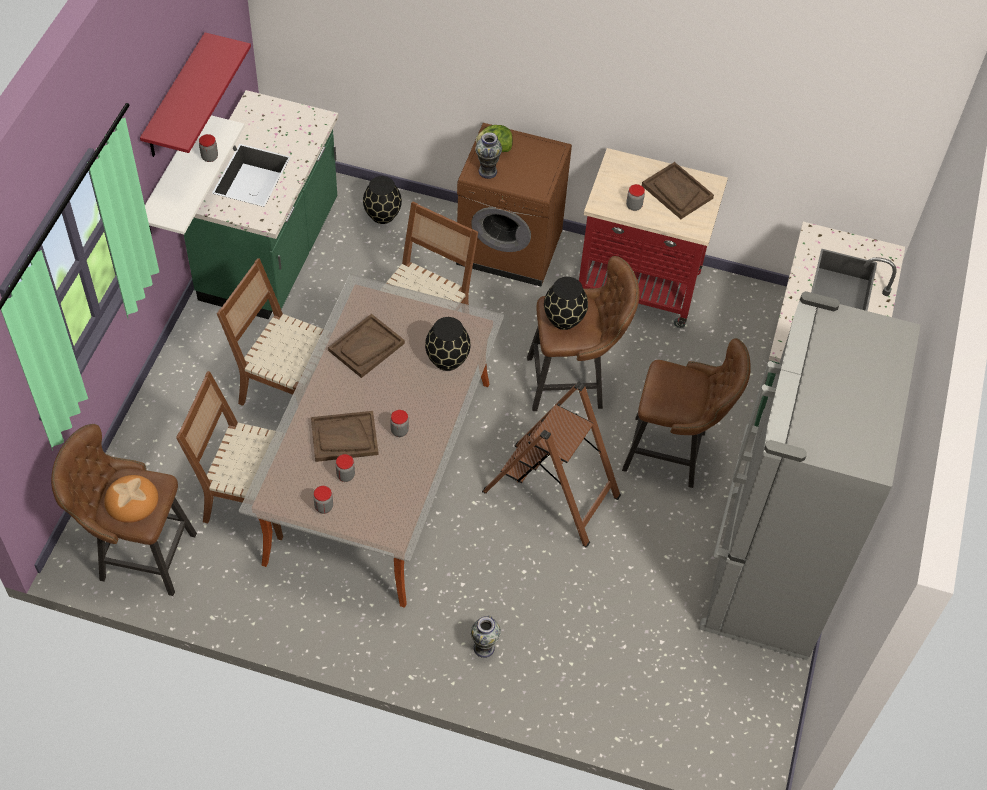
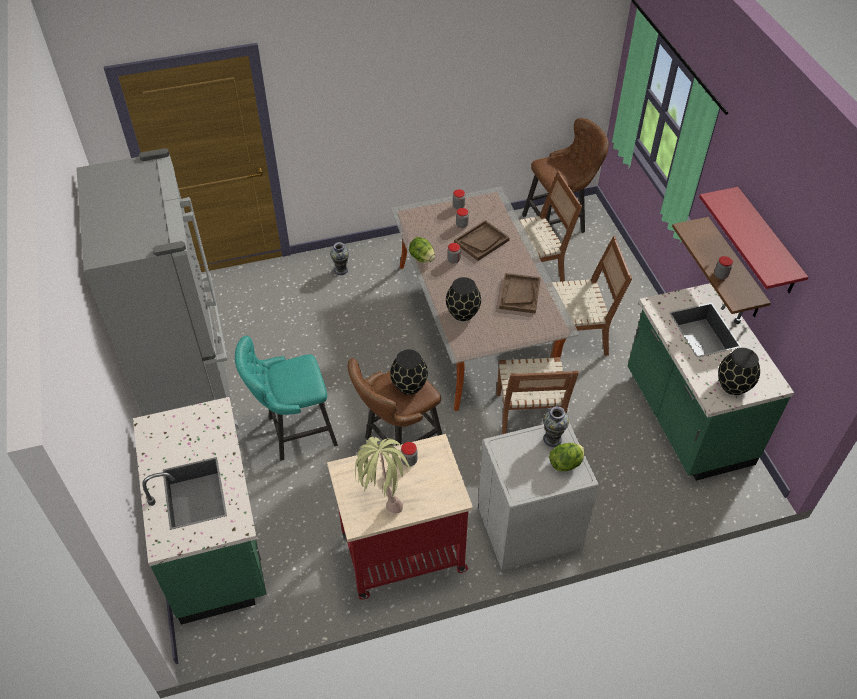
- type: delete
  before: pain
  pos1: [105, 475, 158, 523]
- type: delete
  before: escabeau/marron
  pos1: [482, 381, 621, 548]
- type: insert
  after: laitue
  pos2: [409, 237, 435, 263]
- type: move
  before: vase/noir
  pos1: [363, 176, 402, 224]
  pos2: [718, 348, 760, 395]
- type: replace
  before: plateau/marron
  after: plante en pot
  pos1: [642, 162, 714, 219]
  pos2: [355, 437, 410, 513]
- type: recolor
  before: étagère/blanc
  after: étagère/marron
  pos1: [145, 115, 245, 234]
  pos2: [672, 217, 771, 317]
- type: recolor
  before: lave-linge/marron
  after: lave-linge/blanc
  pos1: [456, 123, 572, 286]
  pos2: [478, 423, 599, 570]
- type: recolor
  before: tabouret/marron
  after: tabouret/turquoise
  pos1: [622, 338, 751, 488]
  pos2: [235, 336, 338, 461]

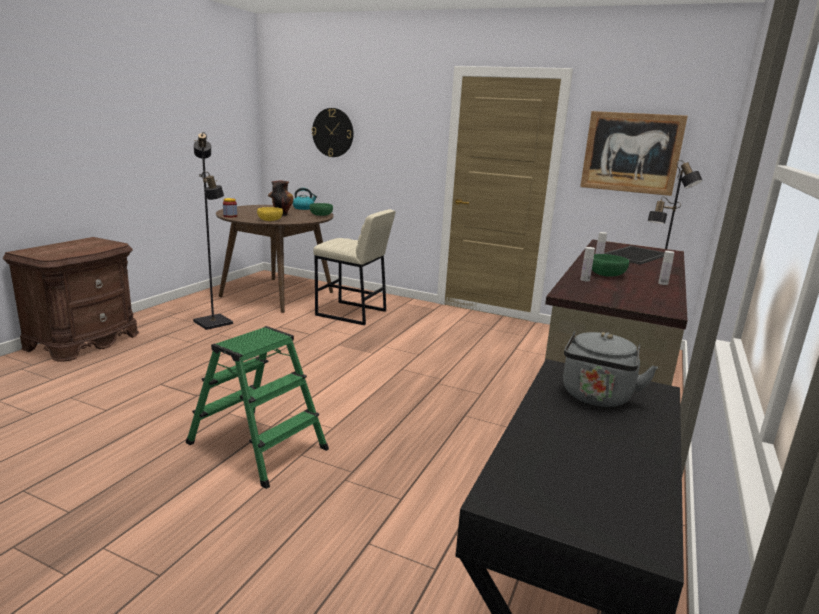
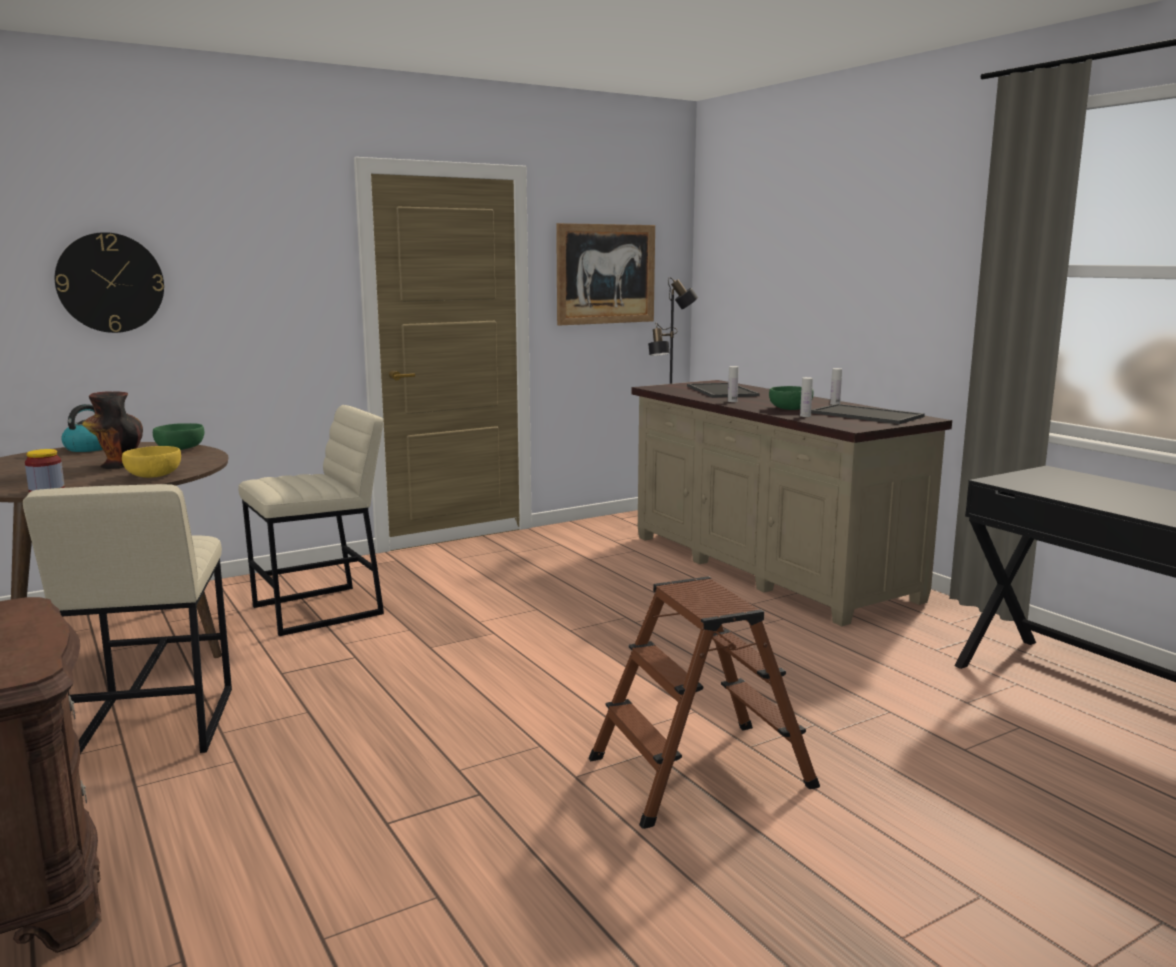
- type: delete
  before: bouilloire/gris
  pos1: [563, 331, 658, 407]
- type: insert
  after: plateau
  pos2: [811, 404, 925, 424]
- type: replace
  before: lampadaire/noir
  after: chaise/beige
  pos1: [193, 132, 233, 330]
  pos2: [23, 484, 232, 754]
- type: recolor
  before: escabeau/vert
  after: escabeau/marron
  pos1: [186, 326, 329, 489]
  pos2: [589, 576, 820, 829]

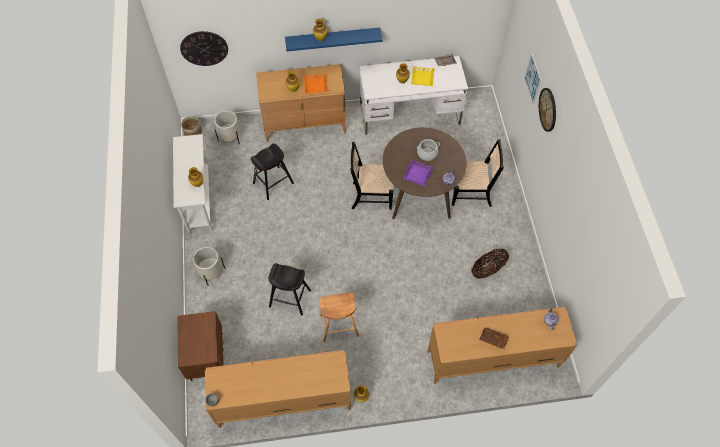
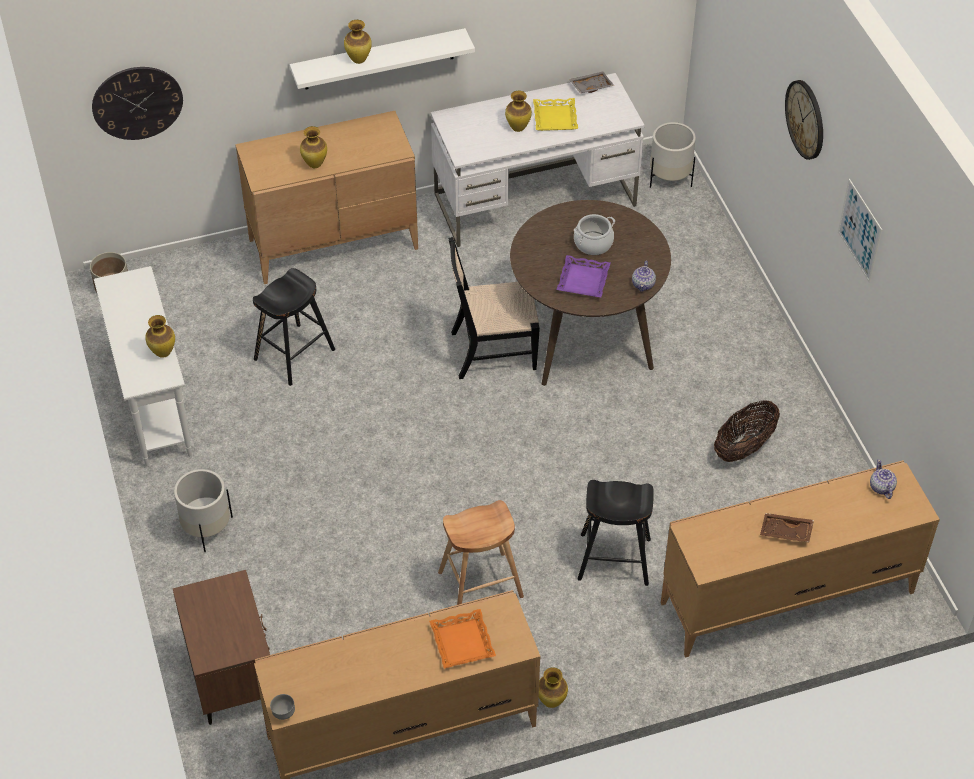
- type: delete
  before: chaise
  pos1: [452, 139, 504, 207]
- type: move
  before: cache-pot/blanc
  pos1: [214, 111, 240, 145]
  pos2: [650, 122, 696, 188]
- type: move
  before: tabouret/noir
  pos1: [269, 263, 311, 316]
  pos2: [578, 480, 654, 586]
- type: move
  before: plateau/orange
  pos1: [304, 74, 328, 94]
  pos2: [429, 609, 496, 669]
- type: move
  before: tableau
  pos1: [524, 52, 542, 106]
  pos2: [838, 179, 882, 283]
- type: recolor
  before: étagère/bleu
  after: étagère/blanc
  pos1: [285, 27, 382, 51]
  pos2: [290, 28, 475, 89]

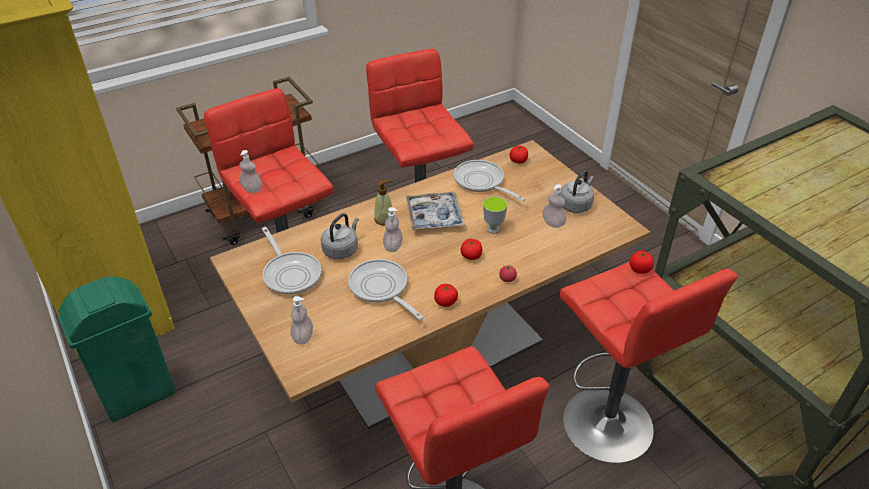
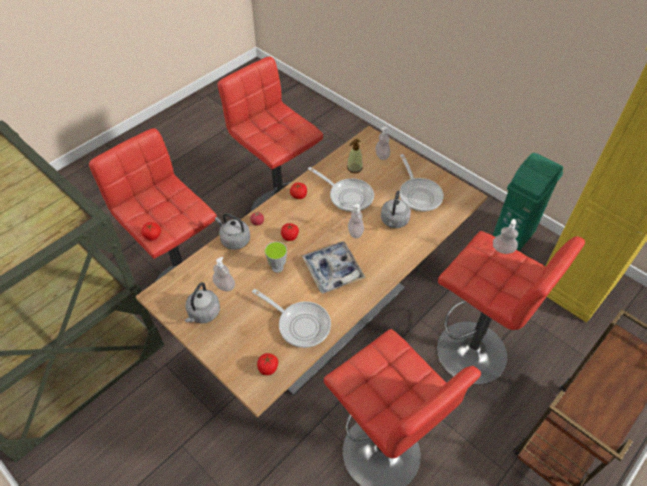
- type: insert
  after: bouilloire/gris
  pos2: [215, 213, 250, 250]
- type: move
  before: distributeur de savon
  pos1: [374, 180, 393, 225]
  pos2: [347, 139, 363, 173]
- type: rotate
  before: poêle
  pos1: [262, 227, 322, 295]
  pos2: [400, 154, 444, 212]
  turn: -150

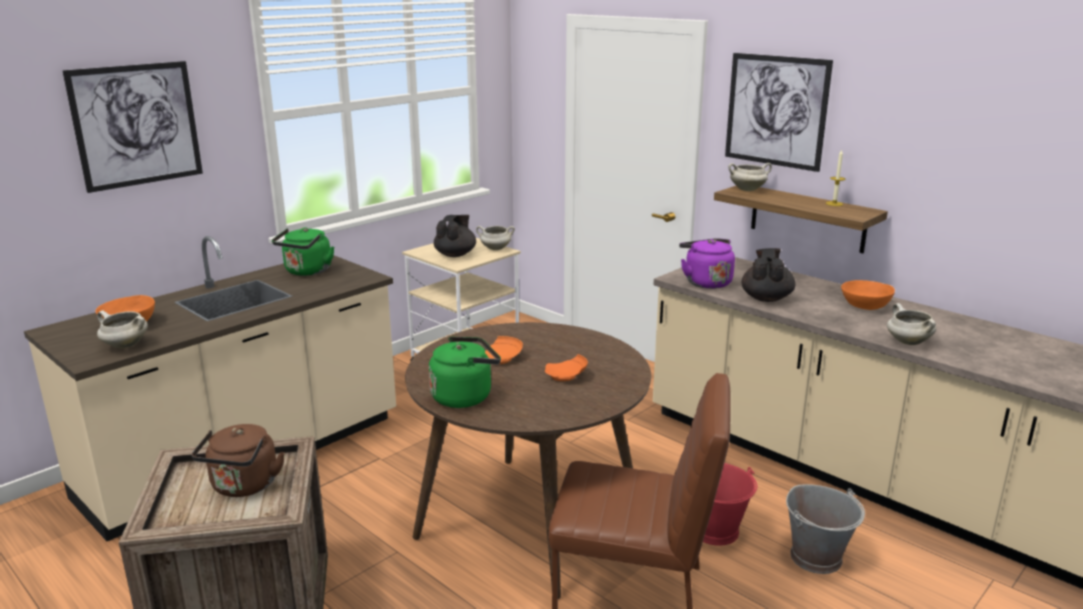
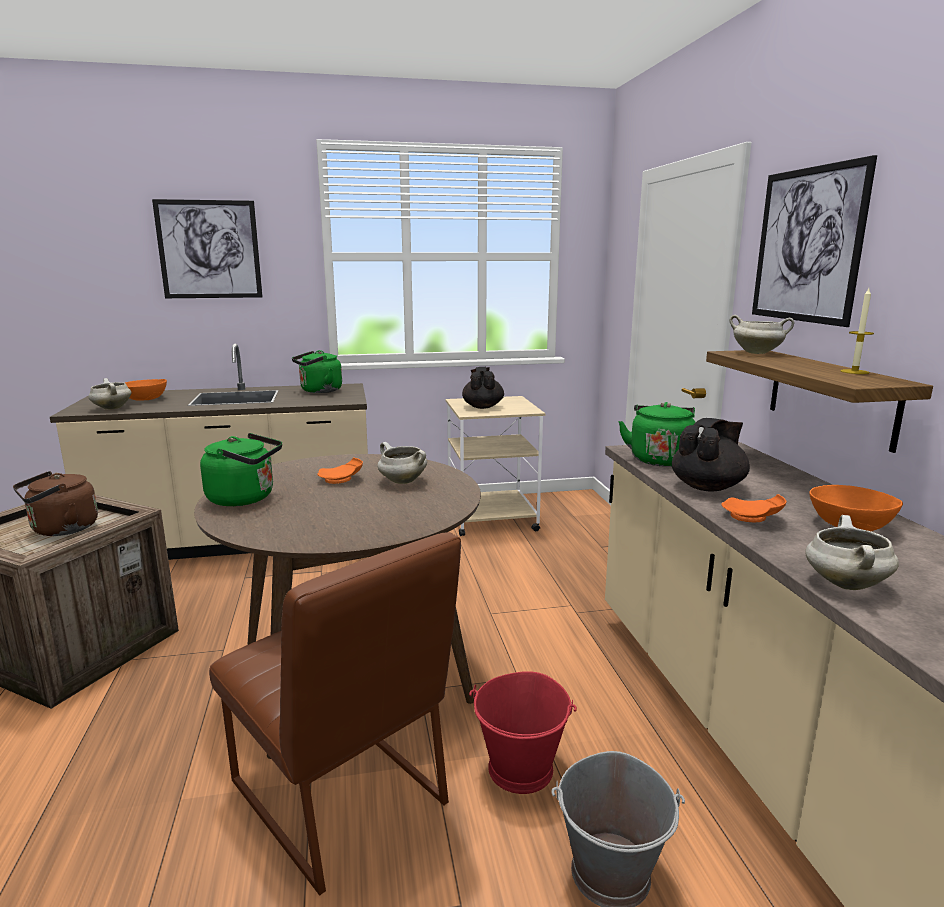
- type: move
  before: marmite/blanc
  pos1: [476, 226, 515, 250]
  pos2: [377, 442, 427, 484]
- type: move
  before: assiette/orange
  pos1: [545, 354, 588, 381]
  pos2: [721, 494, 786, 523]
- type: recolor
  before: bouilloire/violet
  after: bouilloire/vert
  pos1: [679, 238, 735, 289]
  pos2: [618, 402, 695, 467]
- type: rotate
  before: théière/noir
  pos1: [434, 215, 476, 257]
  pos2: [462, 367, 504, 409]
  turn: -60

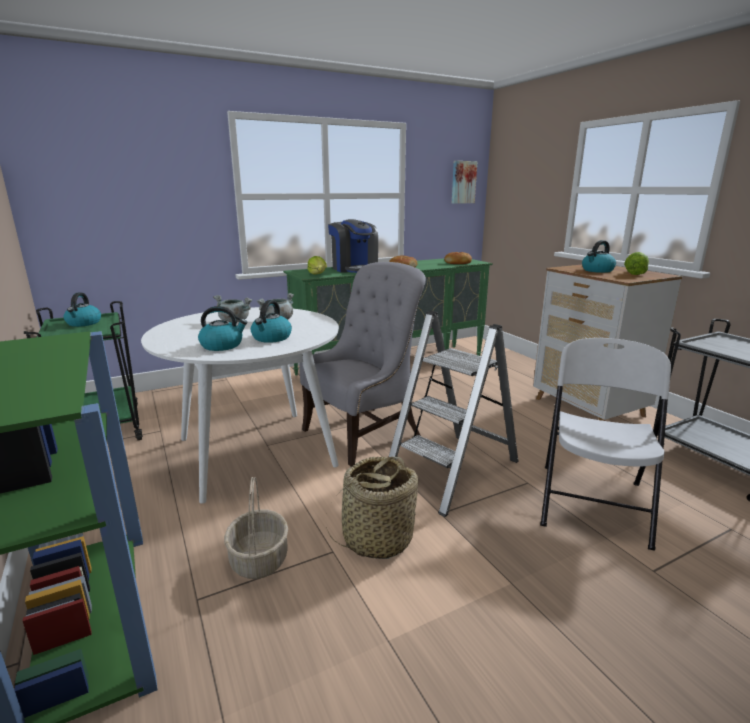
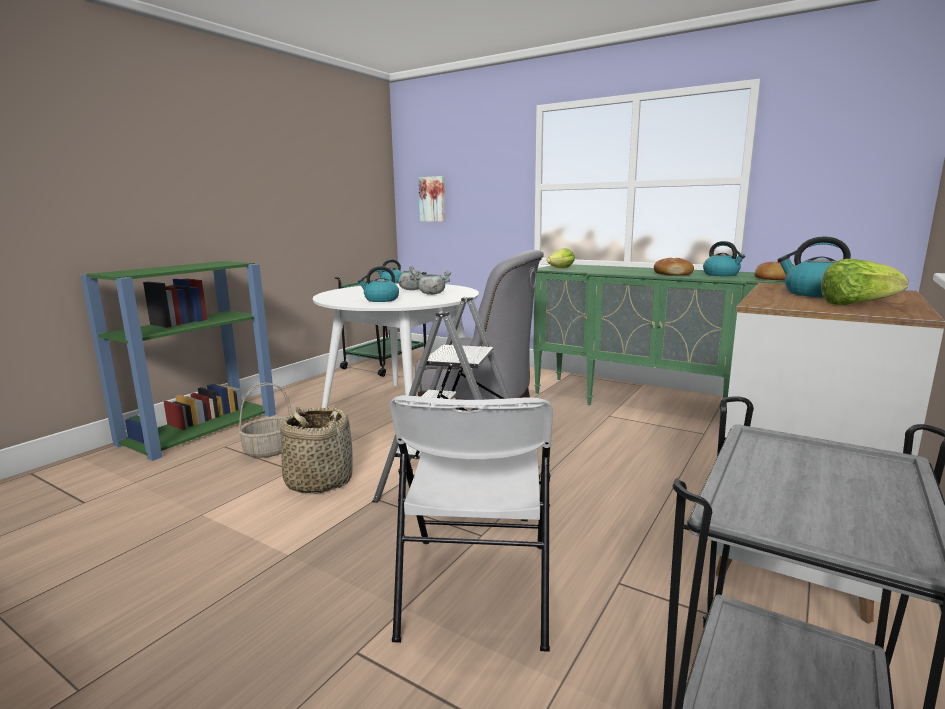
- type: delete
  before: machine à café
  pos1: [328, 219, 378, 273]
- type: move
  before: bouilloire
  pos1: [198, 306, 247, 351]
  pos2: [703, 241, 745, 276]
- type: move
  before: tableau
  pos1: [452, 161, 478, 204]
  pos2: [418, 176, 445, 222]
- type: rotate
  before: chaise/blanc
  pos1: [540, 338, 671, 551]
  pos2: [390, 395, 553, 652]
  turn: 105

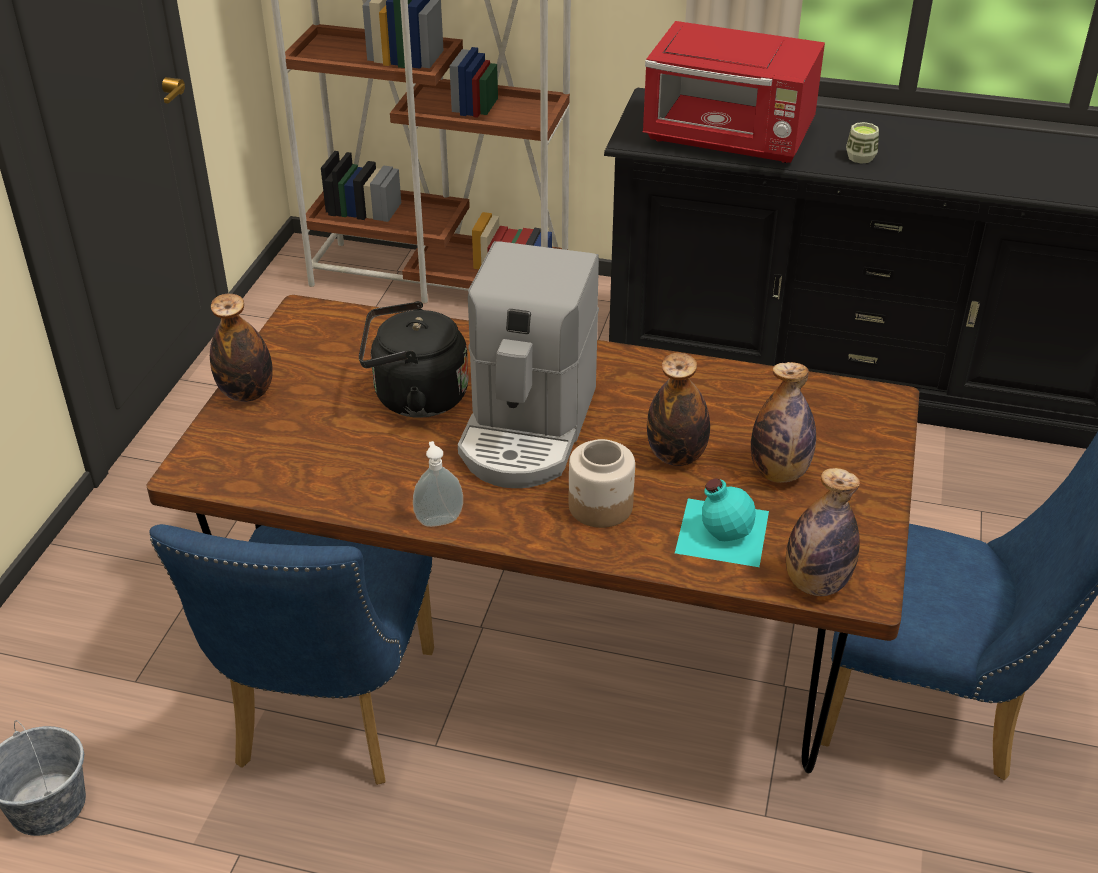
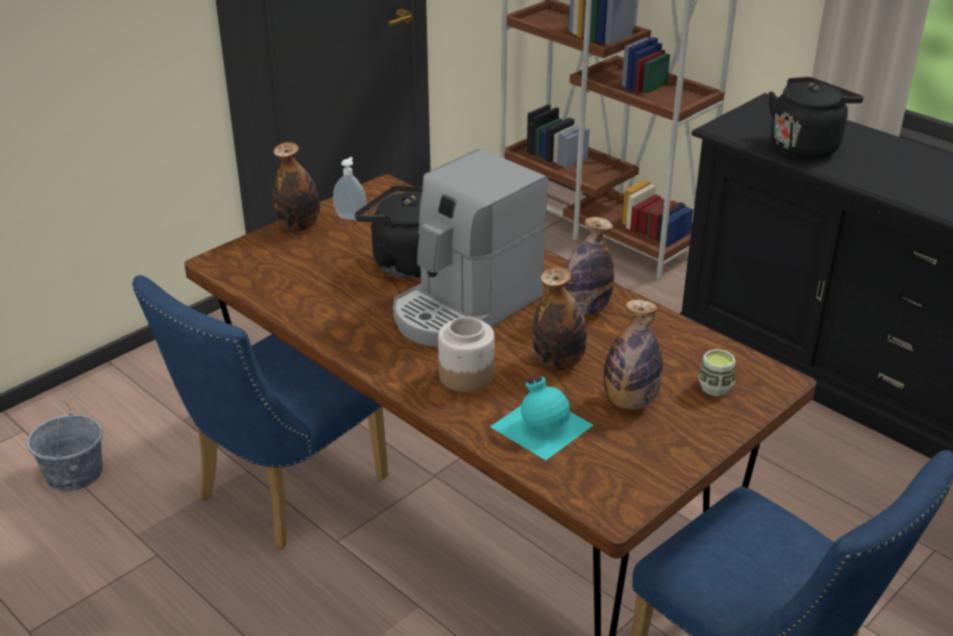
- type: move
  before: distributeur de savon
  pos1: [413, 441, 463, 527]
  pos2: [333, 157, 367, 220]
- type: move
  before: bouteille
  pos1: [786, 468, 860, 596]
  pos2: [564, 217, 614, 316]
- type: move
  before: tasse
  pos1: [846, 122, 879, 164]
  pos2: [698, 349, 736, 396]
- type: replace
  before: micro-ondes/rouge
  after: bouilloire/noir
  pos1: [643, 21, 825, 163]
  pos2: [769, 77, 864, 159]

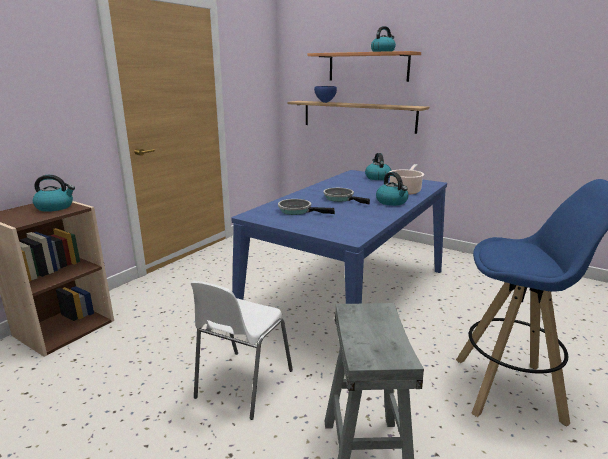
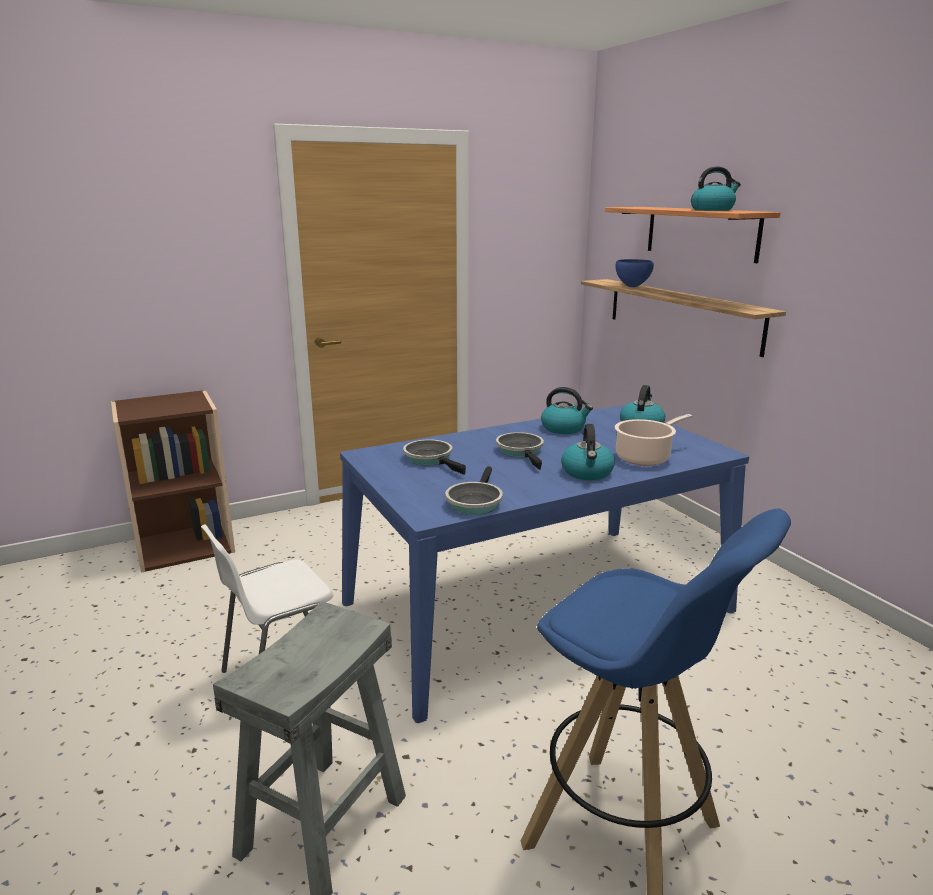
- type: insert
  after: poêle
  pos2: [445, 466, 503, 515]
- type: move
  before: bouilloire
  pos1: [33, 175, 75, 212]
  pos2: [541, 387, 593, 434]

